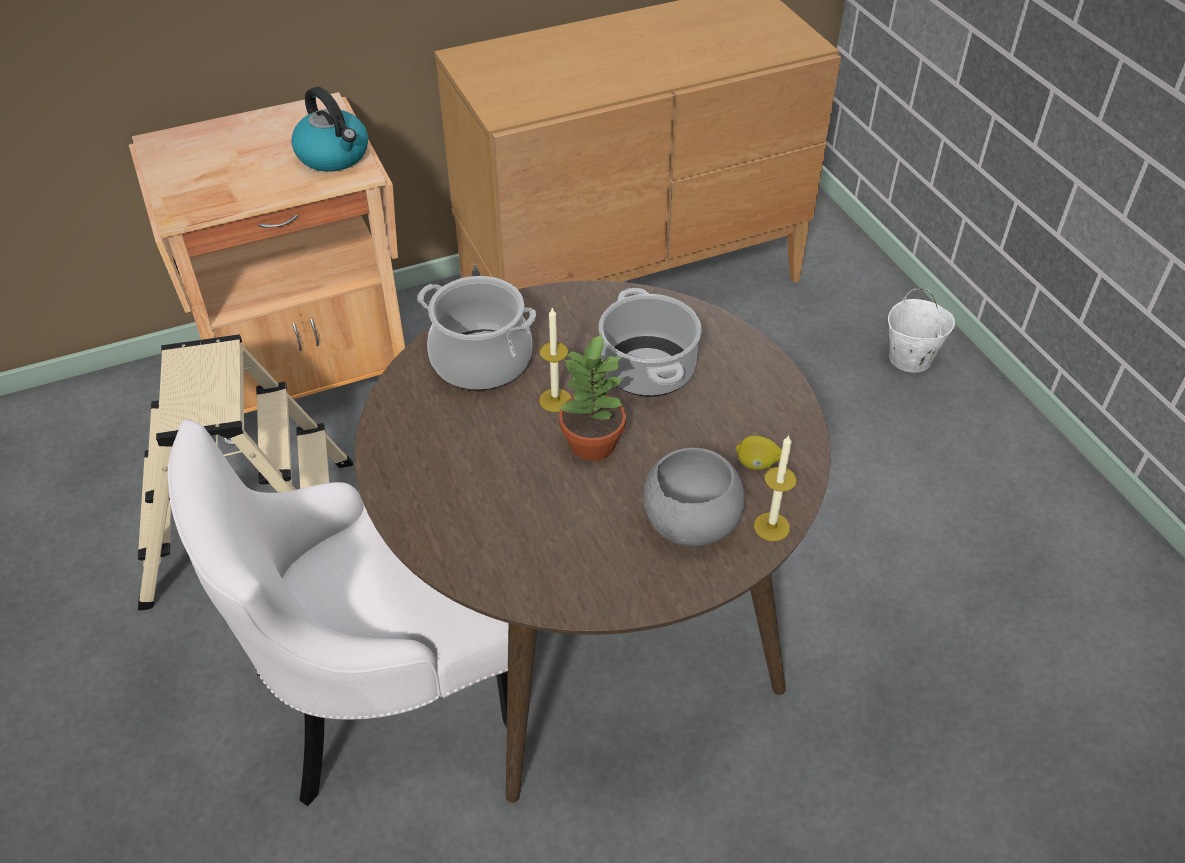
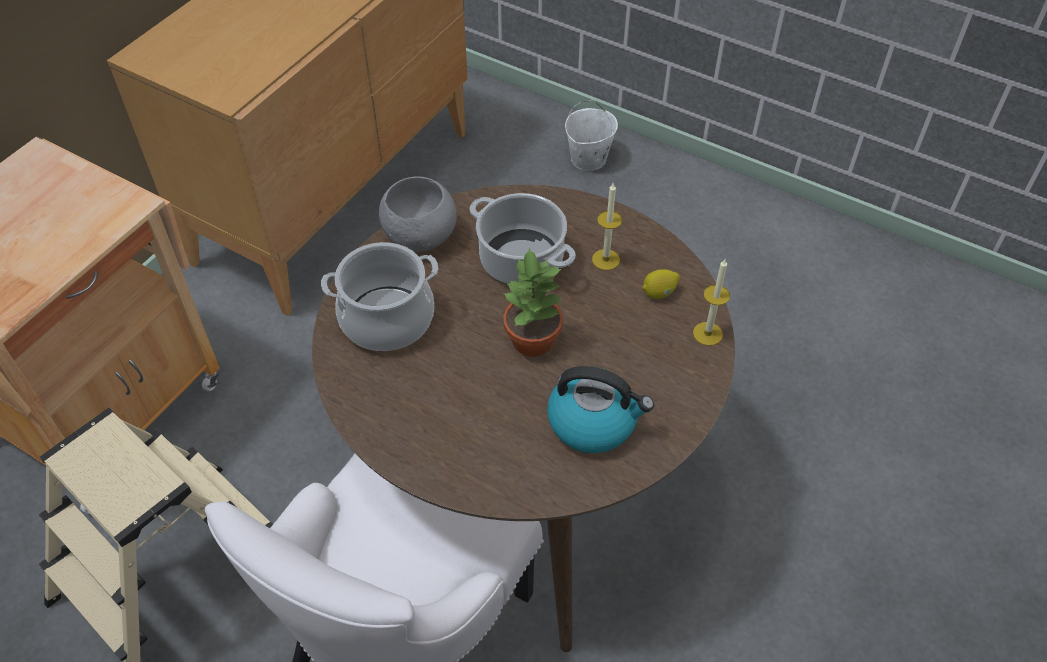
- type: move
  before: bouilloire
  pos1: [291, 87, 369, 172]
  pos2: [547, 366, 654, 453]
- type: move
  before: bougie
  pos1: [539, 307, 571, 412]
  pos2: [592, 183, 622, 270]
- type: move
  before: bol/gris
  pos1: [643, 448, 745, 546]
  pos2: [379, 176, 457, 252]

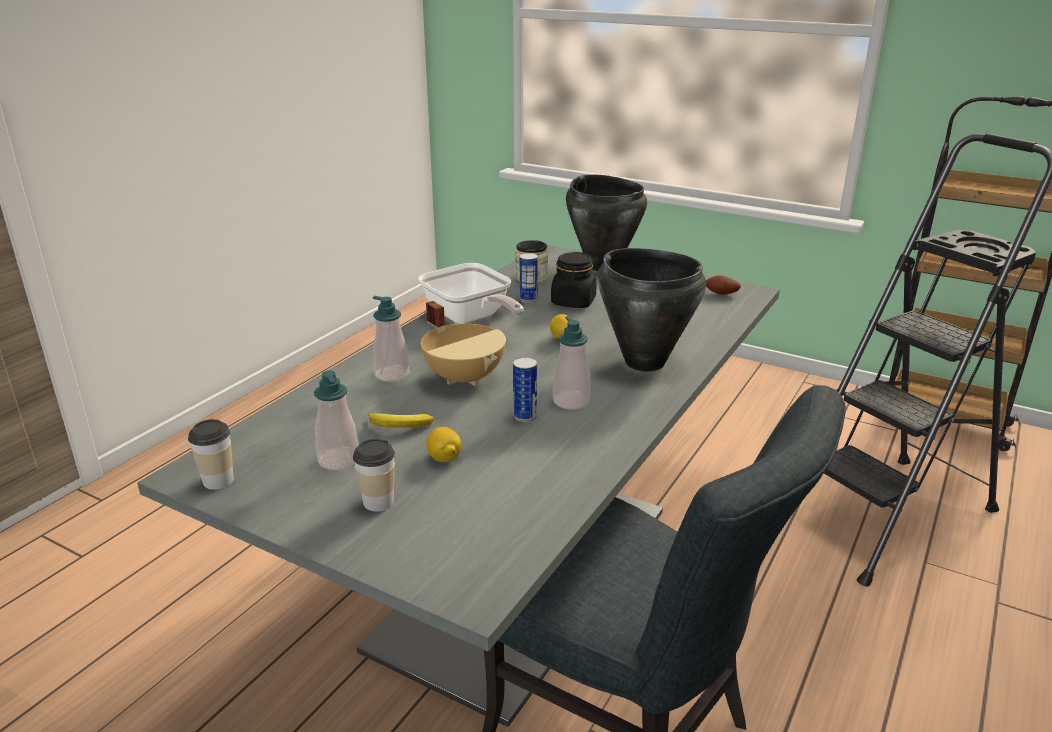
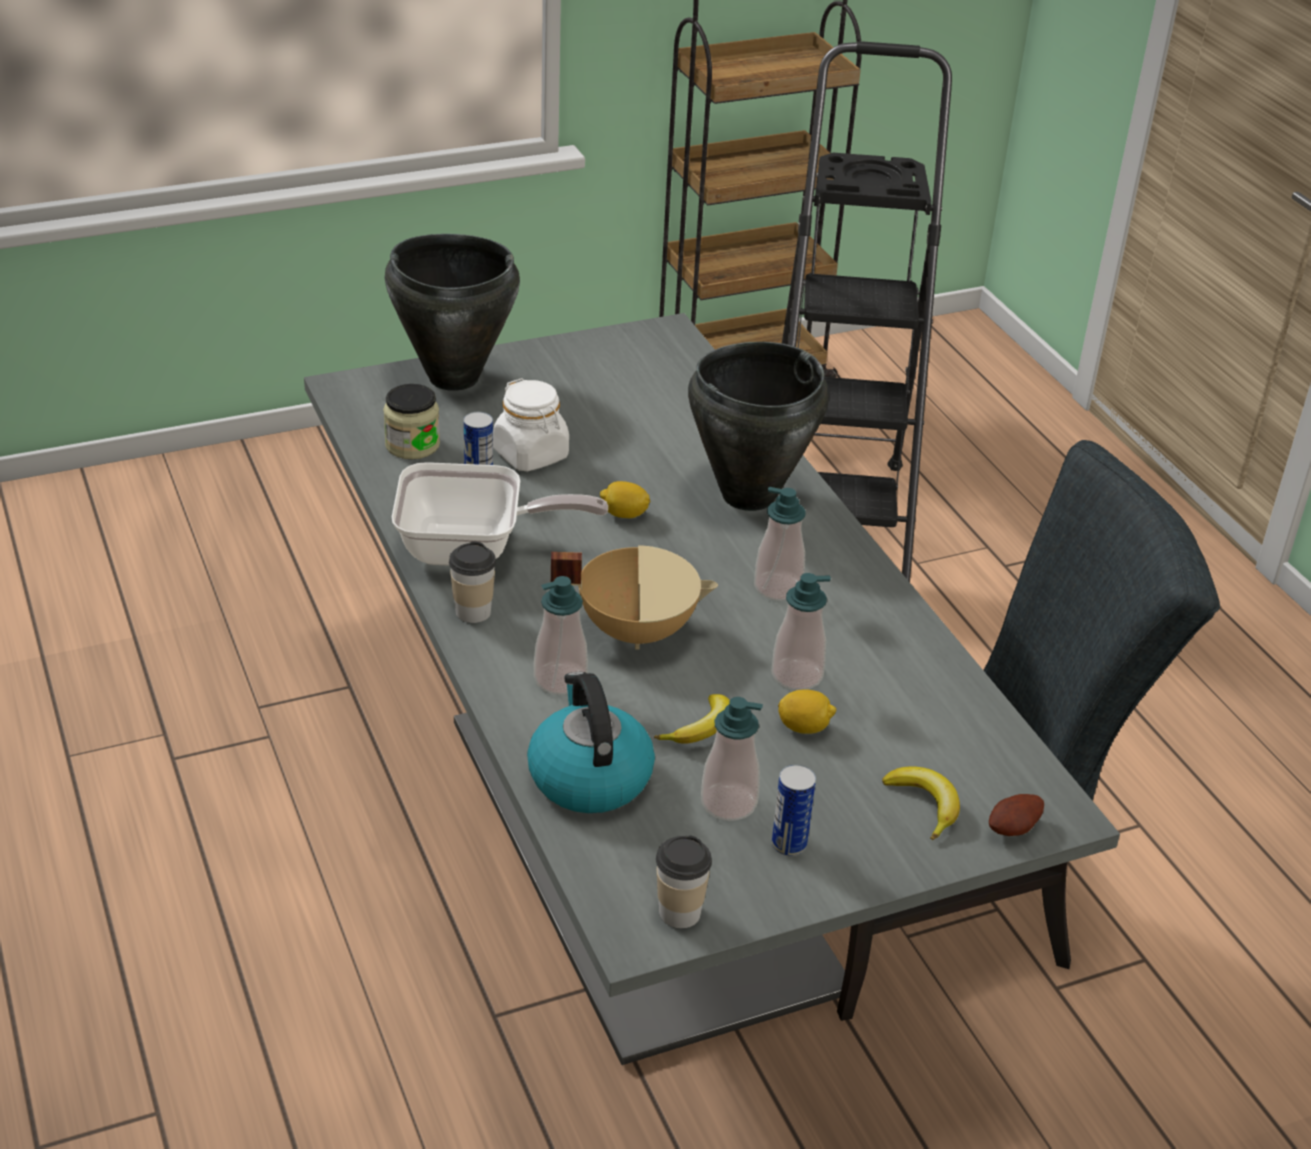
- type: insert
  after: bouilloire
  pos2: [527, 672, 655, 813]
- type: insert
  after: distributeur de savon
  pos2: [771, 573, 831, 690]
- type: insert
  after: banane
  pos2: [882, 766, 960, 840]
- type: move
  before: tasse
  pos1: [353, 439, 395, 512]
  pos2: [449, 541, 496, 623]
- type: move
  before: boîte métallique
  pos1: [513, 357, 537, 422]
  pos2: [772, 764, 816, 856]
- type: move
  before: pomme de terre
  pos1: [706, 275, 741, 295]
  pos2: [989, 794, 1044, 836]
- type: recolor
  before: bocal/noir
  after: bocal/blanc
  pos1: [551, 252, 597, 308]
  pos2: [493, 378, 569, 471]

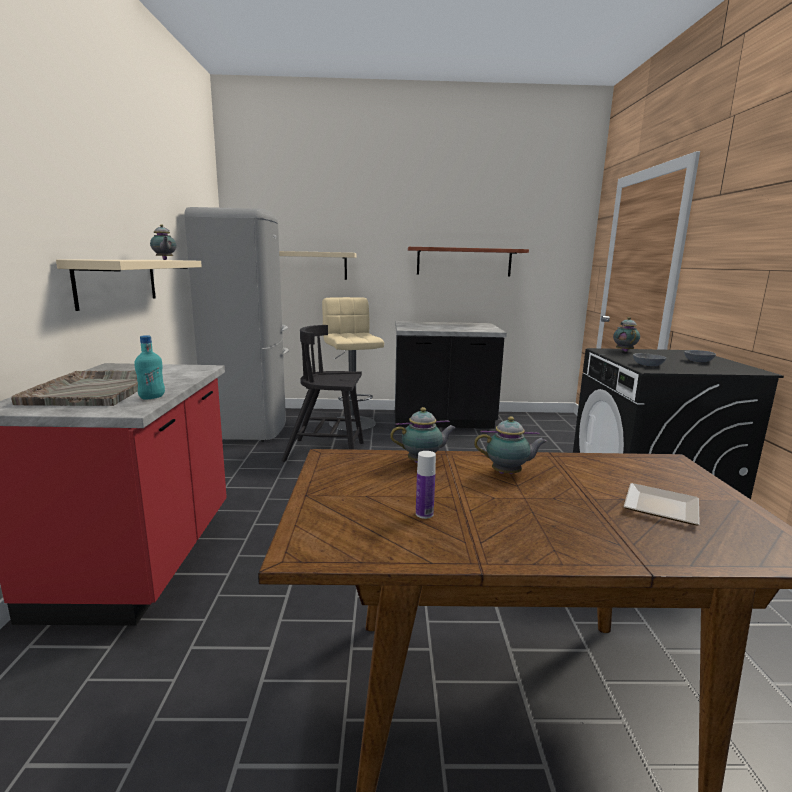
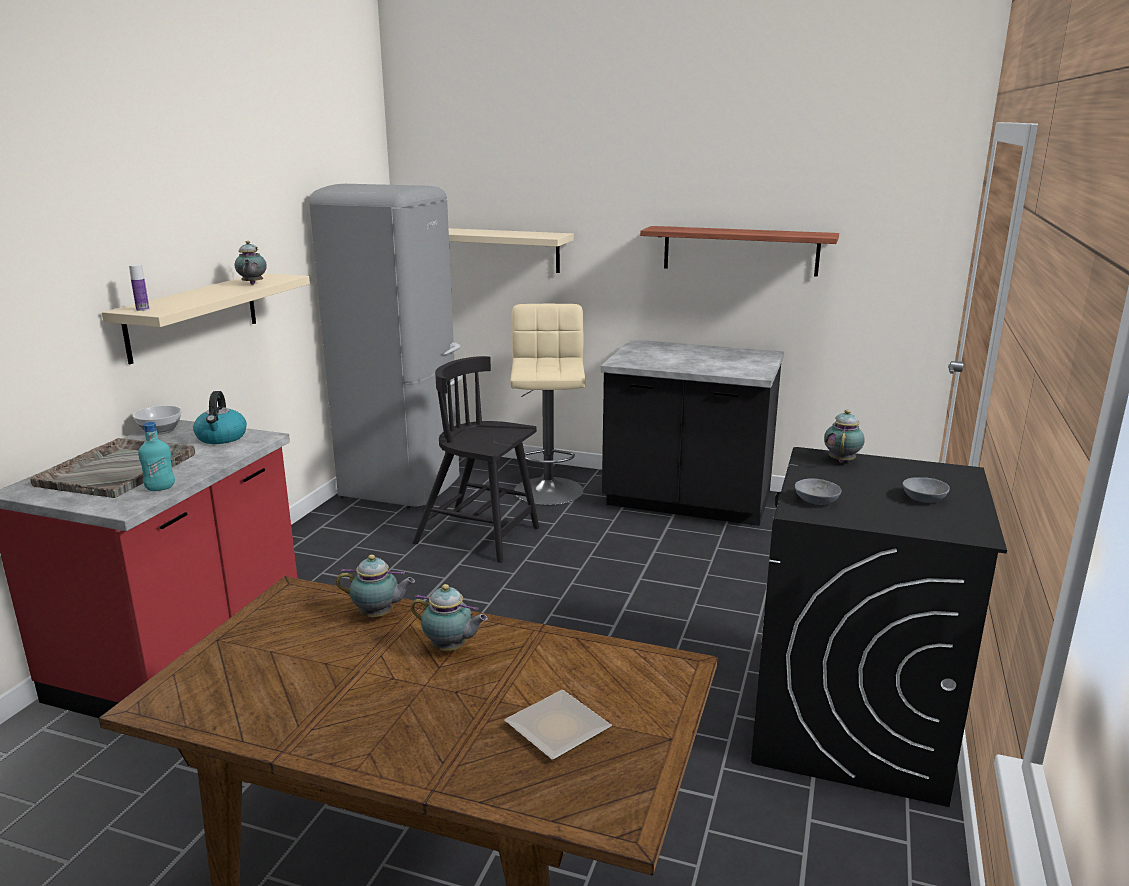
- type: insert
  after: bol
  pos2: [133, 406, 182, 435]
- type: insert
  after: bouilloire
  pos2: [193, 391, 247, 444]
- type: move
  before: bouteille
  pos1: [416, 451, 436, 519]
  pos2: [129, 264, 149, 311]

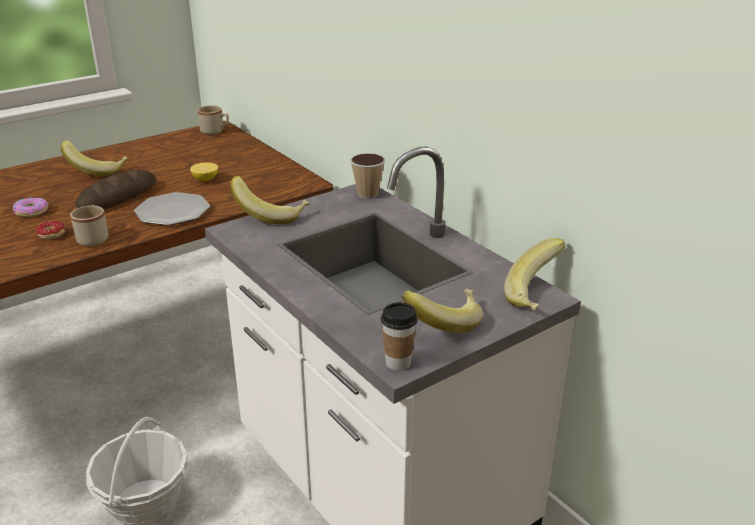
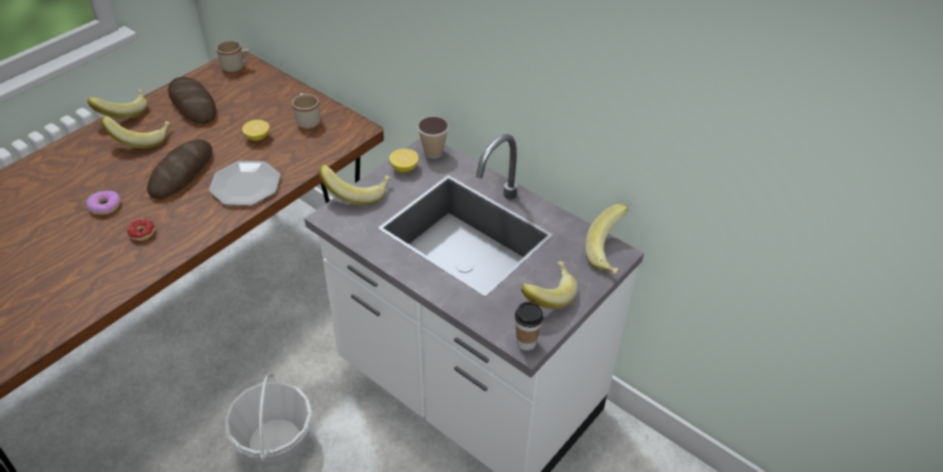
- type: insert
  after: banane
  pos2: [87, 90, 148, 118]
- type: insert
  after: pain
  pos2: [168, 77, 216, 124]
- type: insert
  after: citron
  pos2: [389, 149, 419, 172]
- type: move
  before: mug/beige
  pos1: [70, 205, 108, 246]
  pos2: [292, 93, 321, 129]

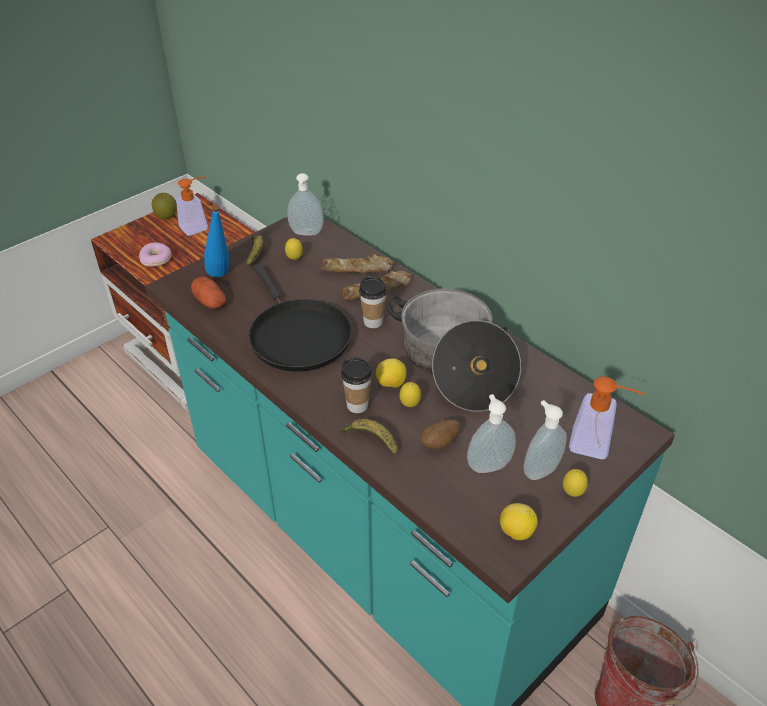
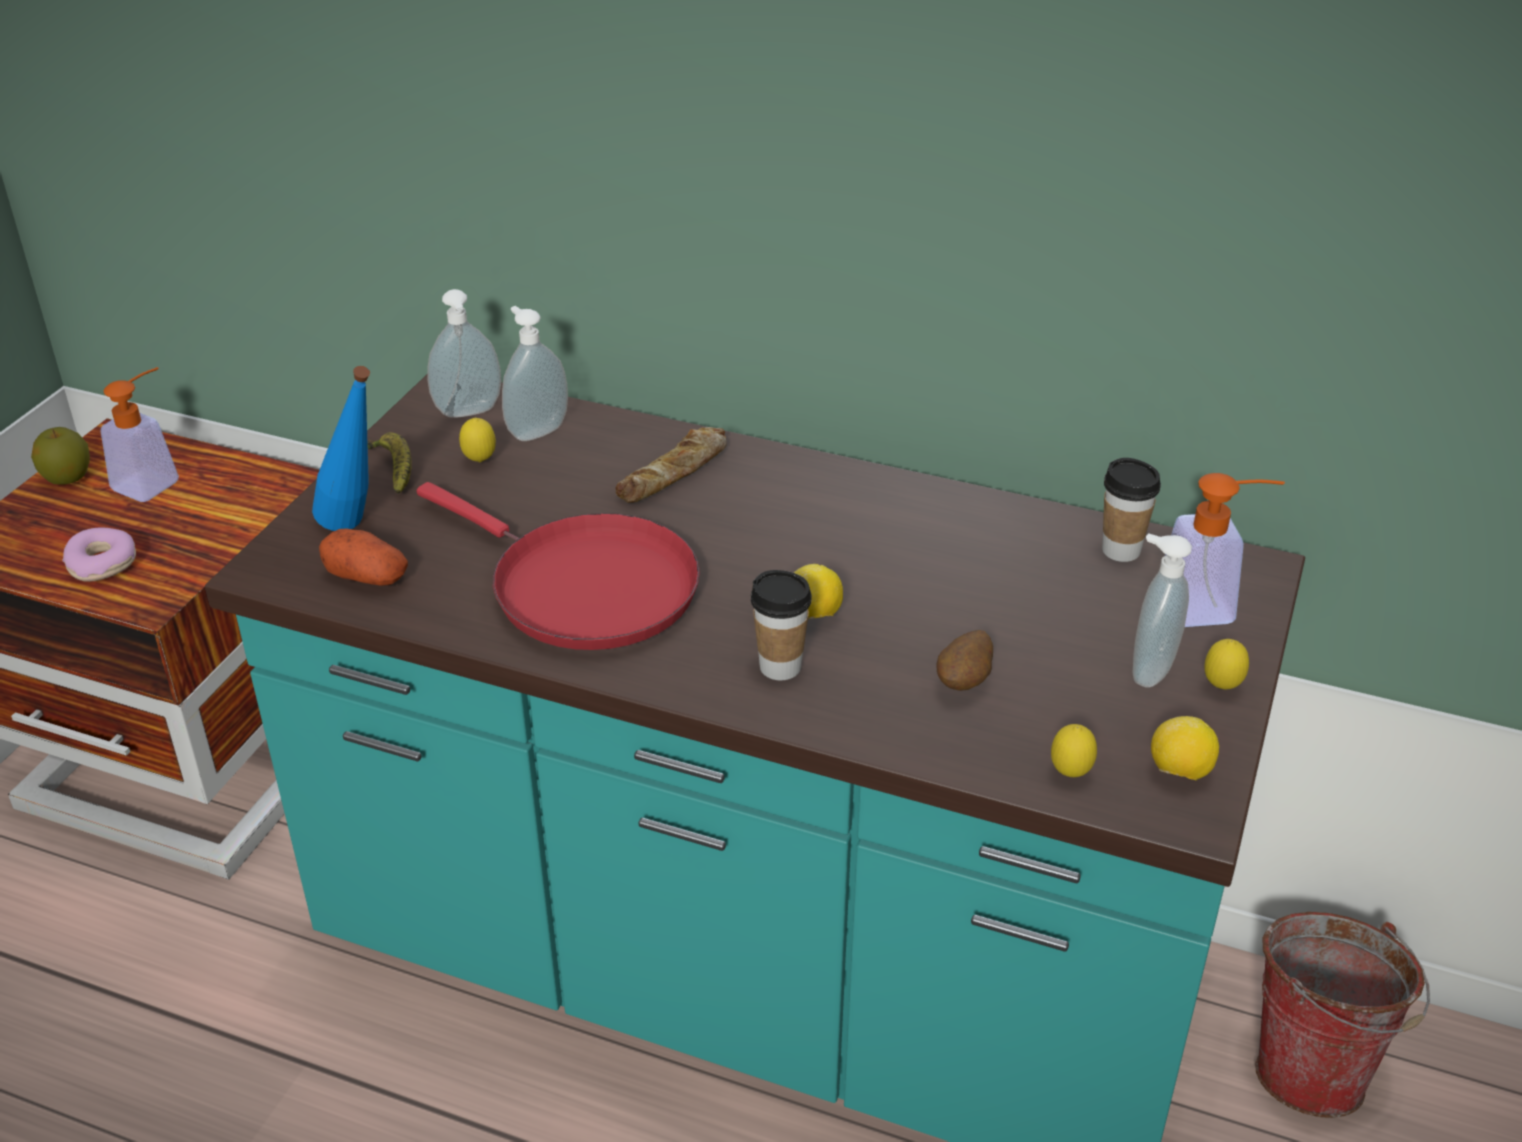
- type: delete
  before: pain
  pos1: [321, 254, 394, 273]
- type: delete
  before: banane
  pos1: [340, 419, 397, 455]
- type: delete
  before: marmite
  pos1: [388, 288, 521, 412]
- type: move
  before: tasse
  pos1: [359, 276, 387, 328]
  pos2: [1102, 458, 1161, 562]
- type: move
  before: citron
  pos1: [400, 382, 421, 407]
  pos2: [1051, 724, 1097, 777]
- type: move
  before: distributeur de savon
  pos1: [467, 394, 516, 473]
  pos2: [502, 306, 568, 441]
- type: recolor
  before: poêle/noir
  after: poêle/rouge
  pos1: [249, 264, 352, 372]
  pos2: [417, 482, 700, 650]

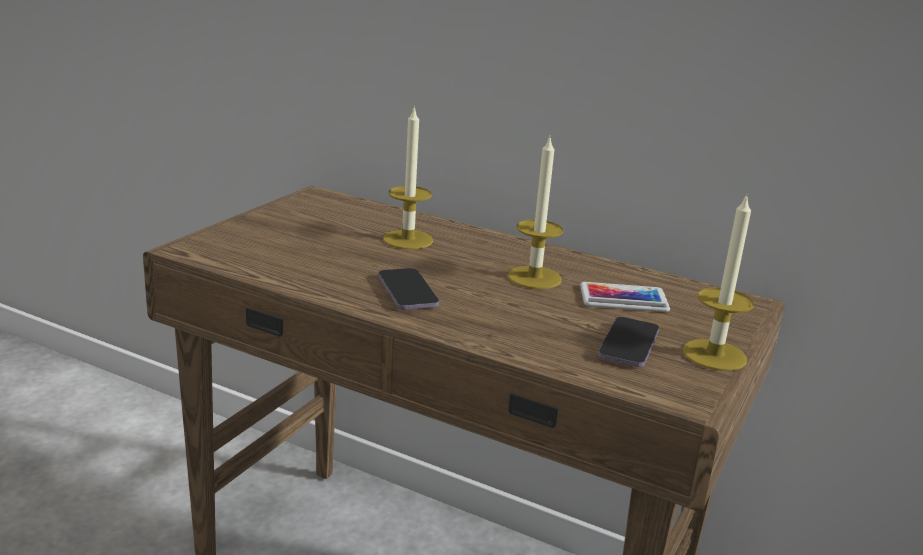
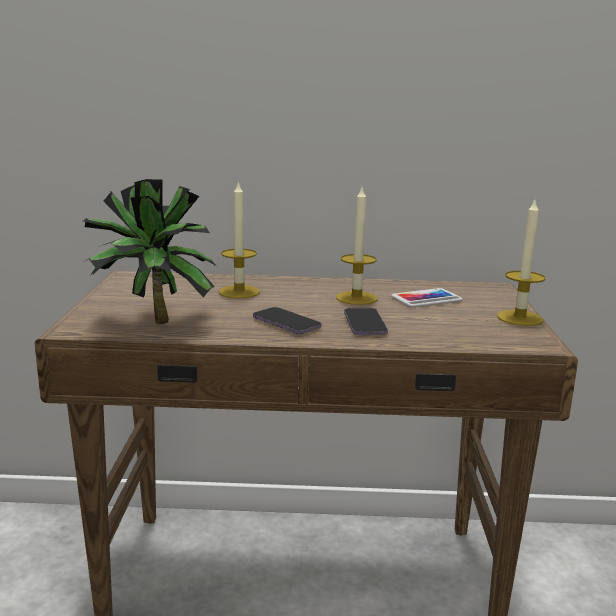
- type: insert
  after: plante en pot
  pos2: [82, 179, 216, 324]
- type: move
  before: téléphone
  pos1: [598, 317, 659, 367]
  pos2: [344, 308, 388, 335]

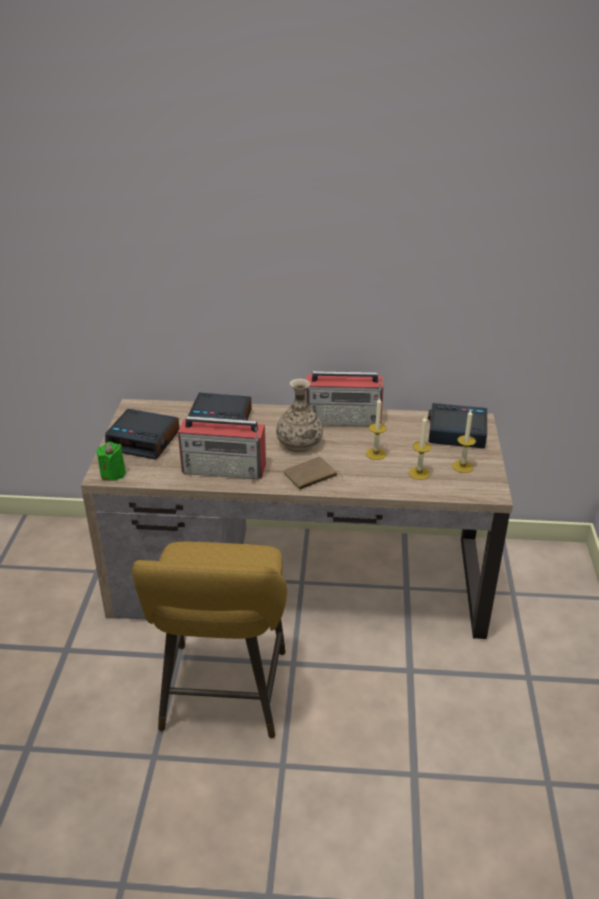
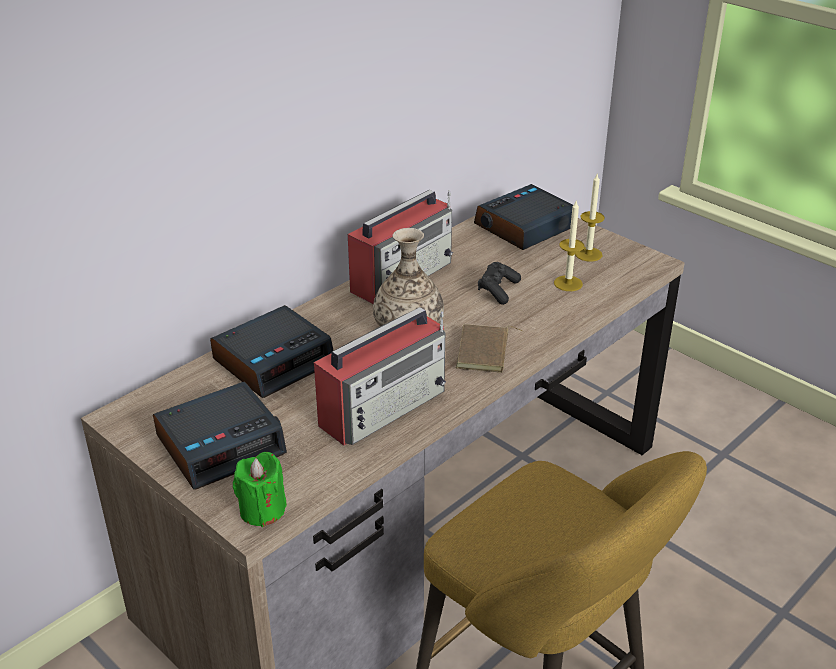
- type: replace
  before: bougie
  after: manette/noir
  pos1: [366, 397, 387, 460]
  pos2: [478, 262, 521, 305]

